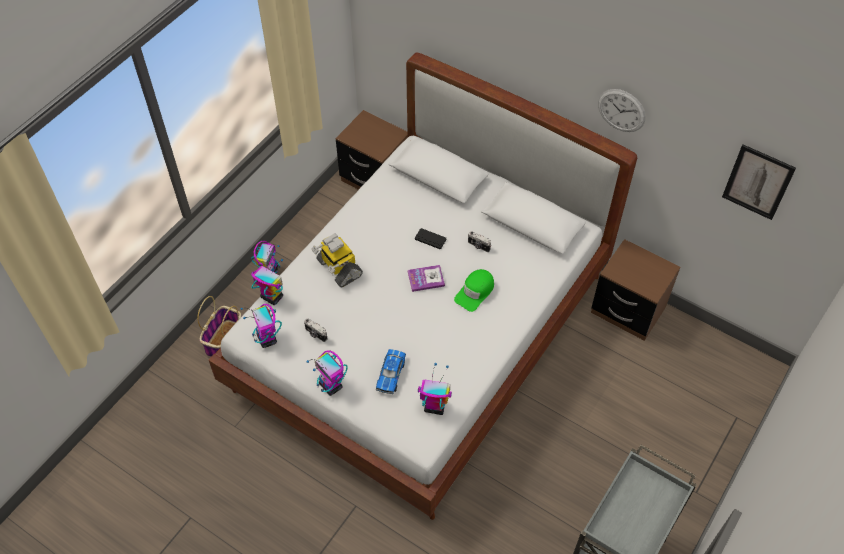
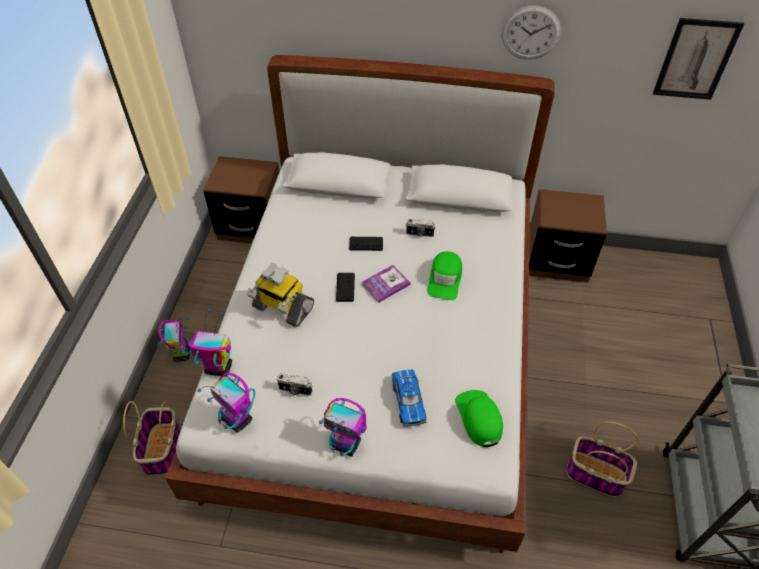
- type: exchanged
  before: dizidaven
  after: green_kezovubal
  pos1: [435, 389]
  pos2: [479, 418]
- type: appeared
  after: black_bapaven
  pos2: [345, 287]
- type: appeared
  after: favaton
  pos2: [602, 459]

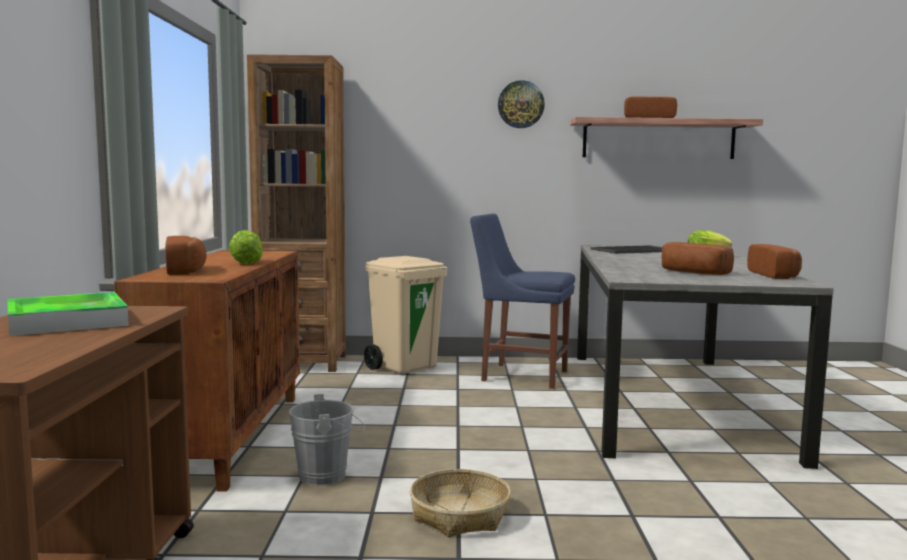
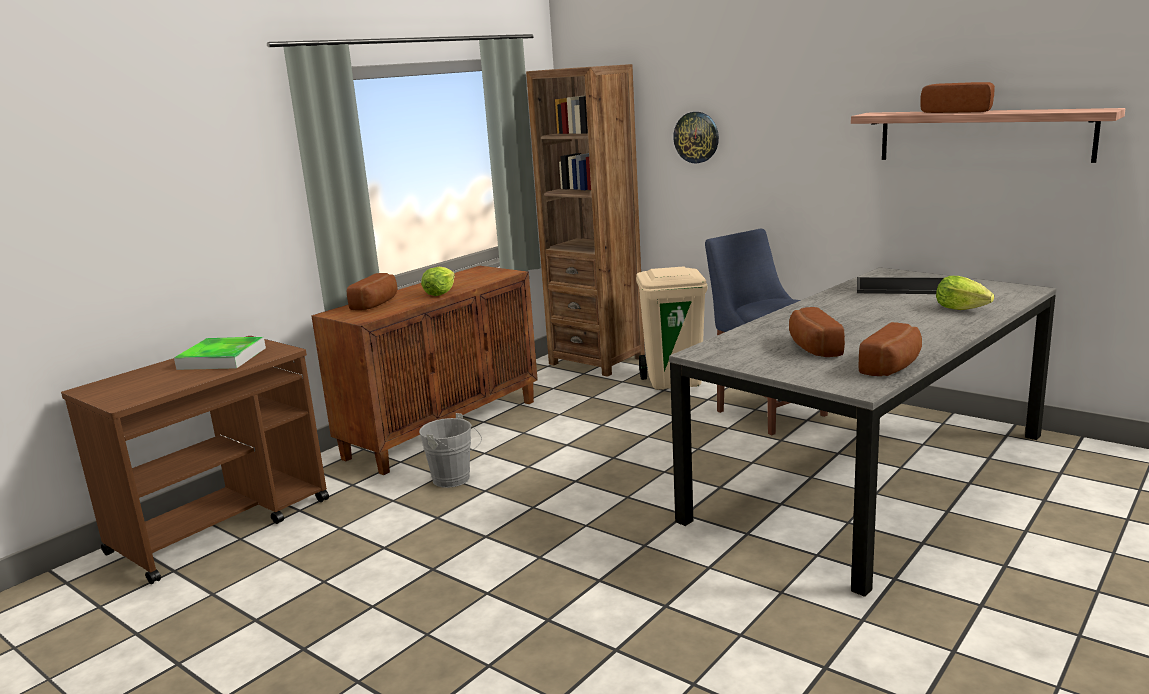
- type: relocated
  before: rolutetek
  pos1: [521, 104]
  pos2: [696, 137]
- type: missing
  before: favaton
  pos1: [460, 503]

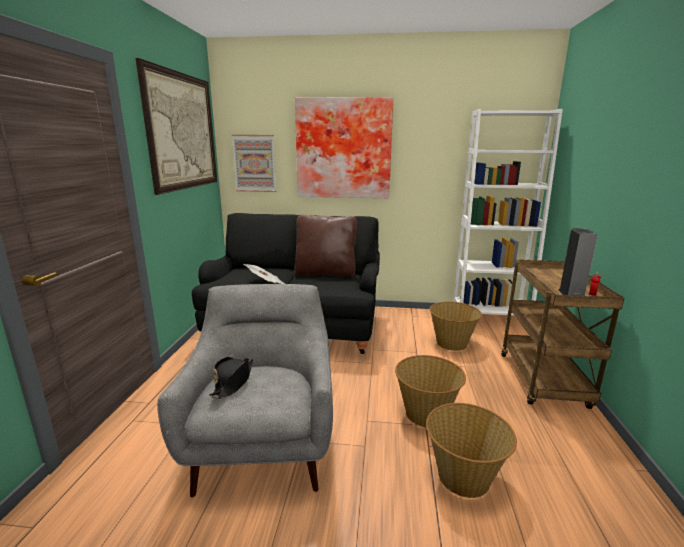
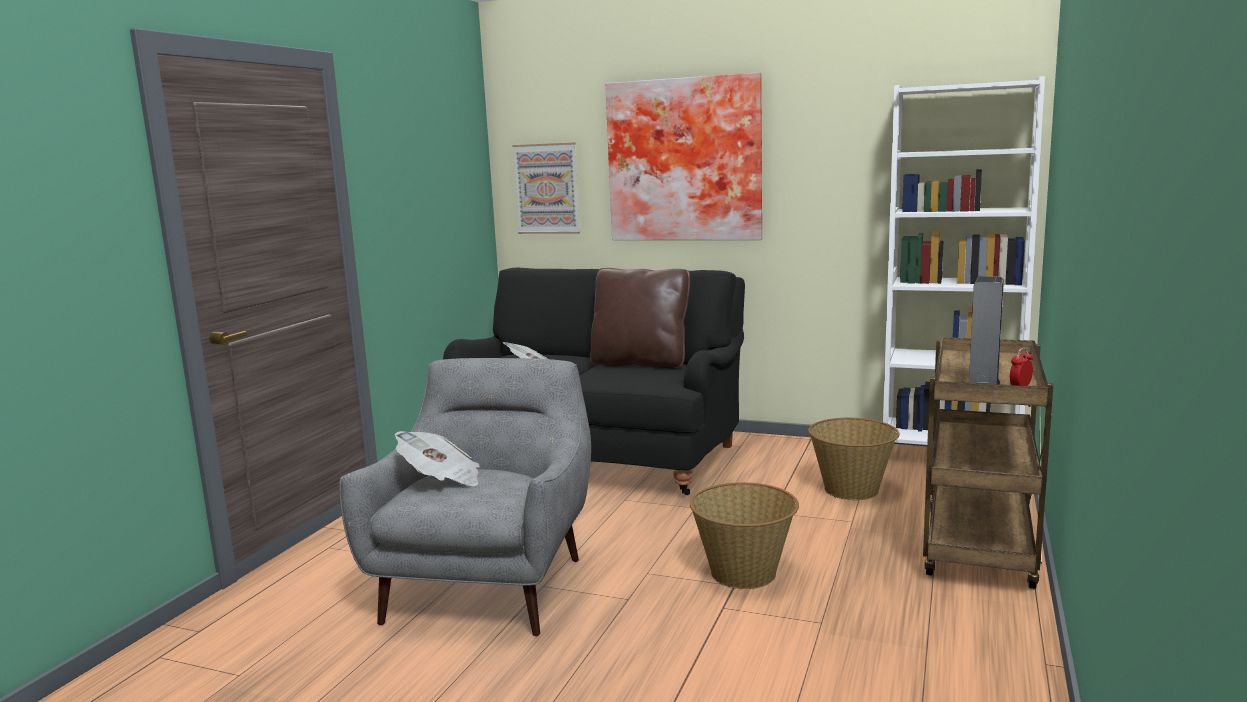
- type: missing
  before: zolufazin
  pos1: [176, 126]
- type: exchanged
  before: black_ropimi
  after: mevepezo
  pos1: [231, 378]
  pos2: [437, 458]
- type: missing
  before: favaton
  pos1: [471, 450]

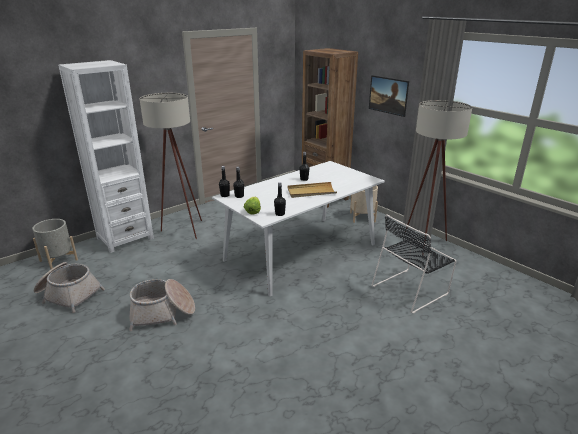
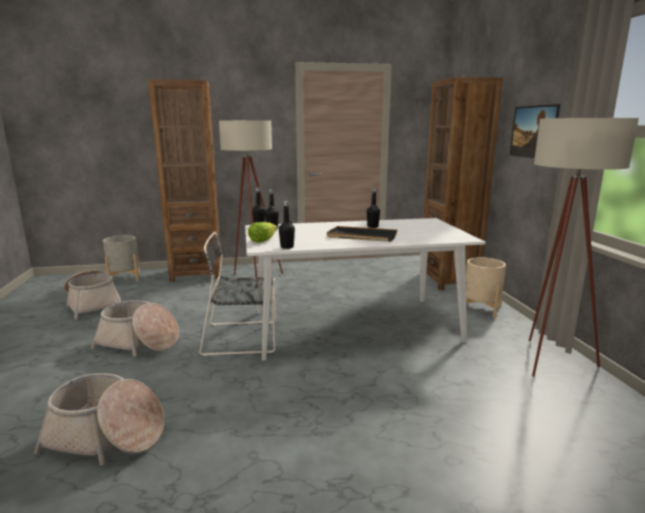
- type: colour
  before: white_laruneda
  after: brown_laruneda
  pos1: [106, 156]
  pos2: [185, 180]
- type: colour
  before: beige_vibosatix
  after: black_vibosatix
  pos1: [312, 190]
  pos2: [362, 234]
- type: relocated
  before: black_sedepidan
  pos1: [413, 264]
  pos2: [237, 294]
- type: appeared
  after: favaton
  pos2: [99, 419]

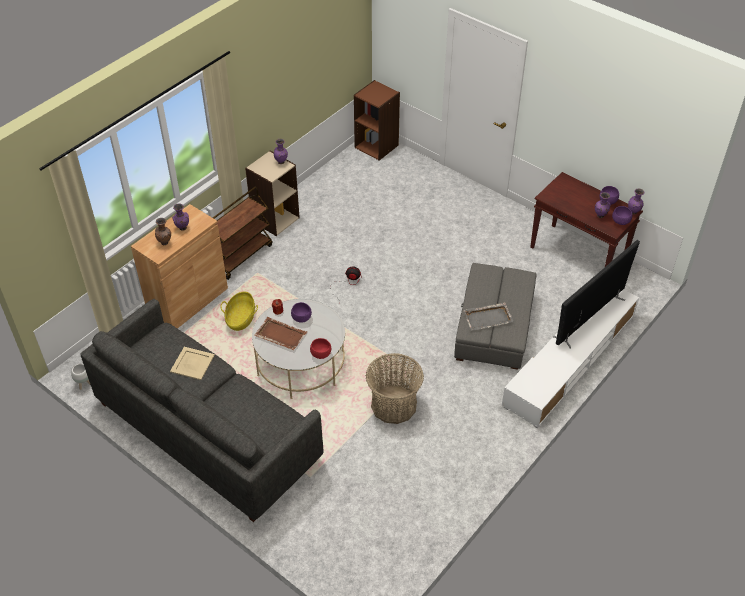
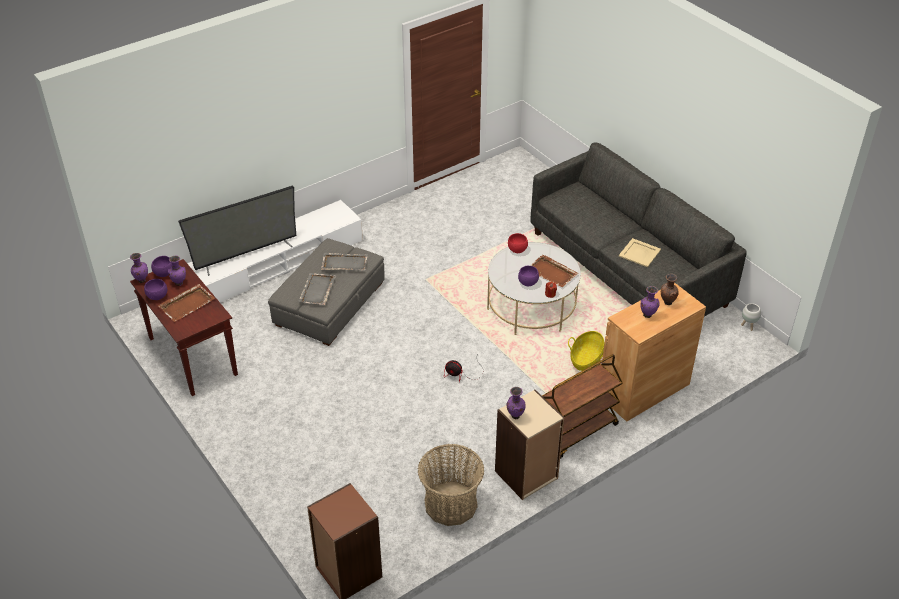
- type: relocated
  before: favaton
  pos1: [395, 388]
  pos2: [451, 485]
- type: appeared
  after: grey_vibosatix
  pos2: [317, 289]
- type: appeared
  after: brown_vibosatix
  pos2: [186, 303]

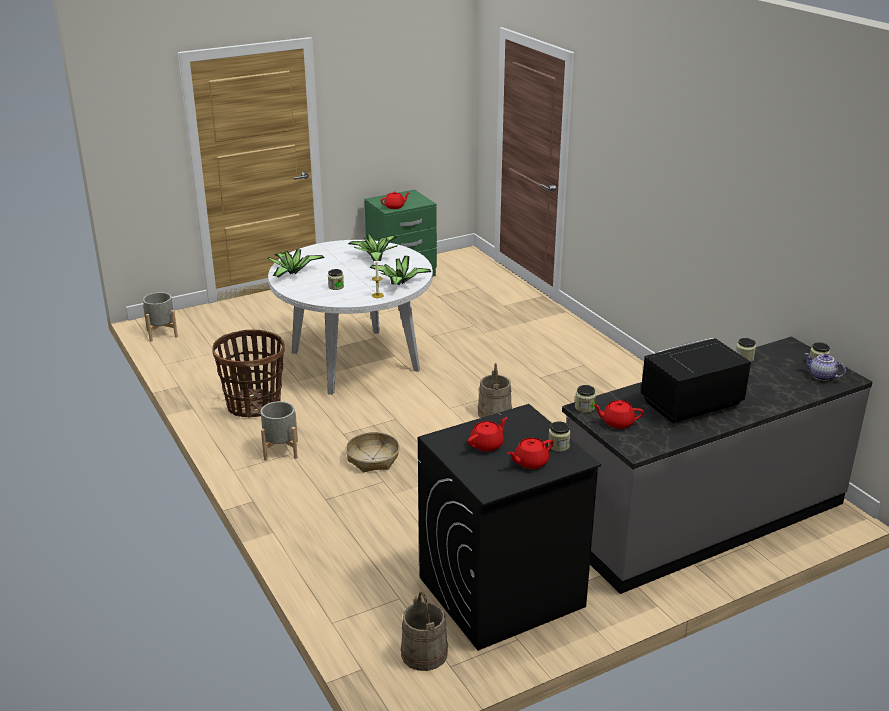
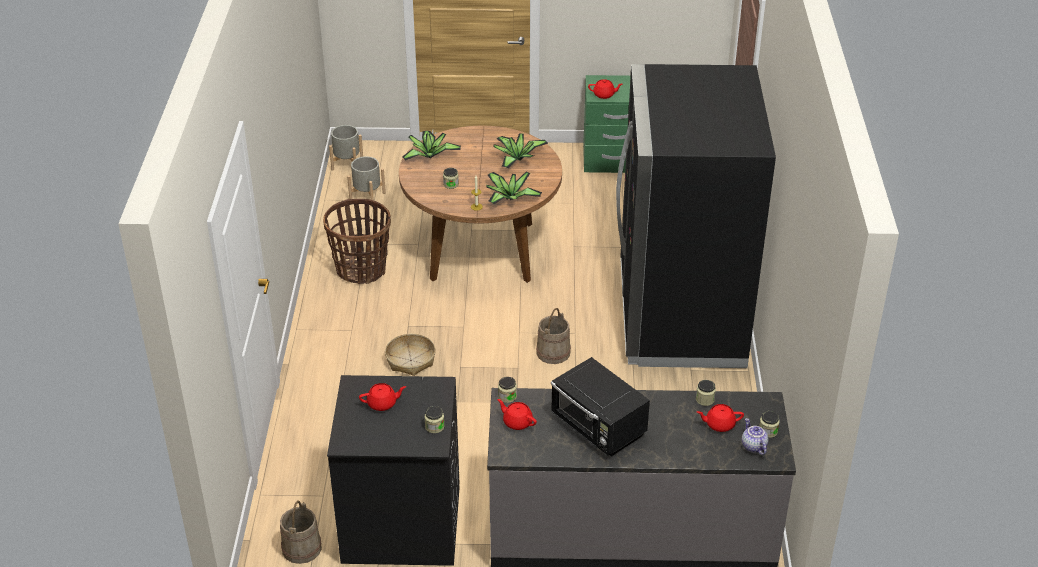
- type: colour
  before: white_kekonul
  after: brown_kekonul
  pos1: [350, 317]
  pos2: [480, 204]
- type: spun
  before: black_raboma
  pos1: [696, 380]
  pos2: [600, 406]
  turn: -135
- type: relocated
  before: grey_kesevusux
  pos1: [279, 431]
  pos2: [366, 181]
- type: relocated
  before: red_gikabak
  pos1: [530, 453]
  pos2: [720, 418]
- type: appeared
  after: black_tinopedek
  pos2: [696, 216]

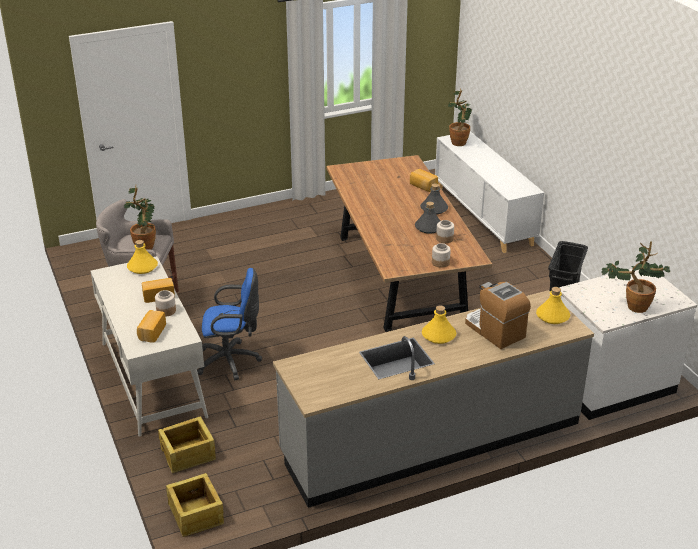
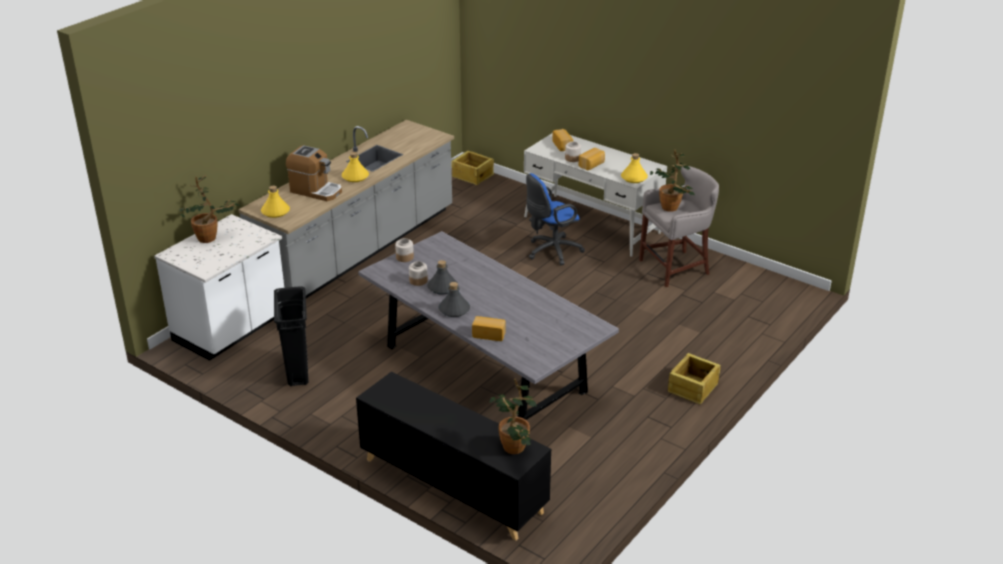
- type: colour
  before: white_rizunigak
  after: black_rizunigak
  pos1: [489, 192]
  pos2: [453, 456]
- type: colour
  before: brown_kekonul
  after: grey_kekonul
  pos1: [409, 243]
  pos2: [488, 325]
- type: relocated
  before: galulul
  pos1: [187, 445]
  pos2: [694, 379]

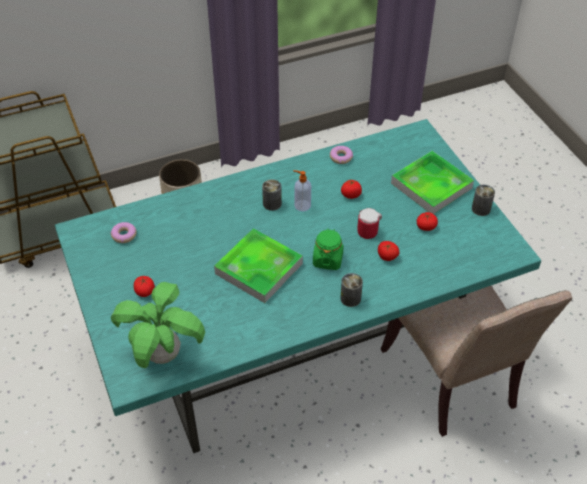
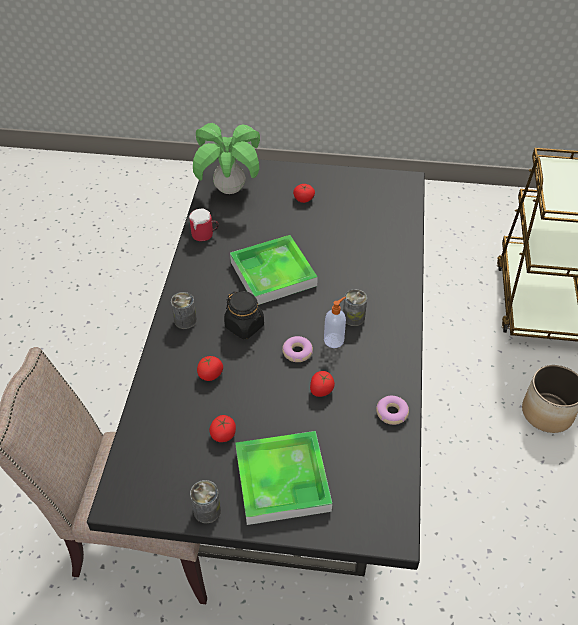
- type: colour
  before: turquoise_kekonul
  after: black_kekonul
  pos1: [298, 286]
  pos2: [256, 367]
- type: relocated
  before: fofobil
  pos1: [369, 223]
  pos2: [204, 224]
- type: relocated
  before: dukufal
  pos1: [124, 232]
  pos2: [297, 349]
- type: colour
  before: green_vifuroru
  after: black_vifuroru
  pos1: [328, 249]
  pos2: [244, 315]

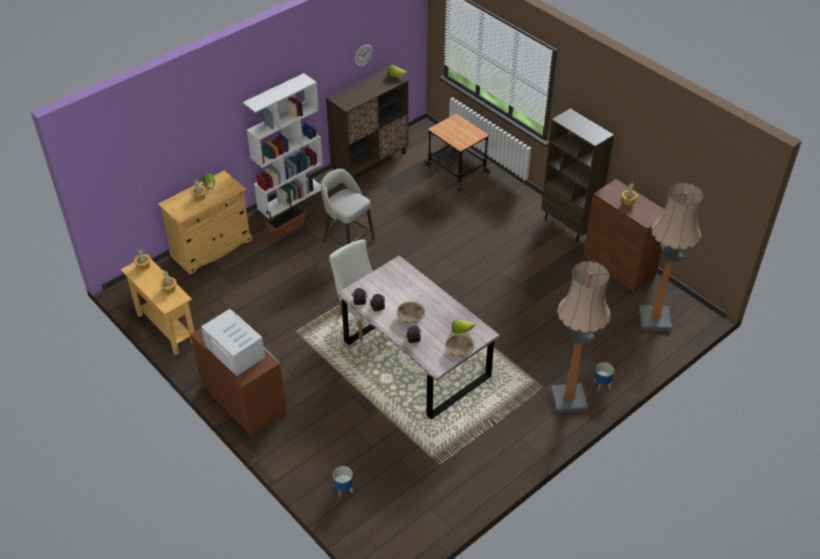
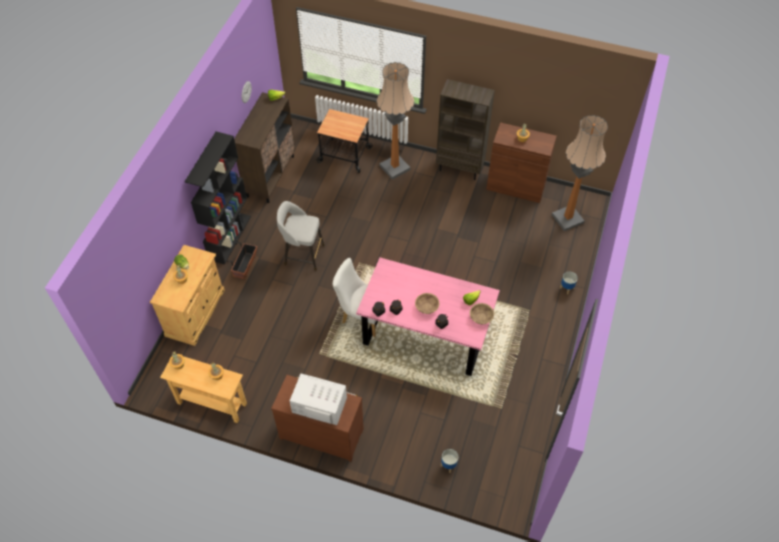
- type: colour
  before: white_laruneda
  after: black_laruneda
  pos1: [283, 146]
  pos2: [218, 198]
- type: colour
  before: grey_kekonul
  after: pink_kekonul
  pos1: [418, 337]
  pos2: [428, 317]
- type: relocated
  before: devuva
  pos1: [581, 337]
  pos2: [395, 121]

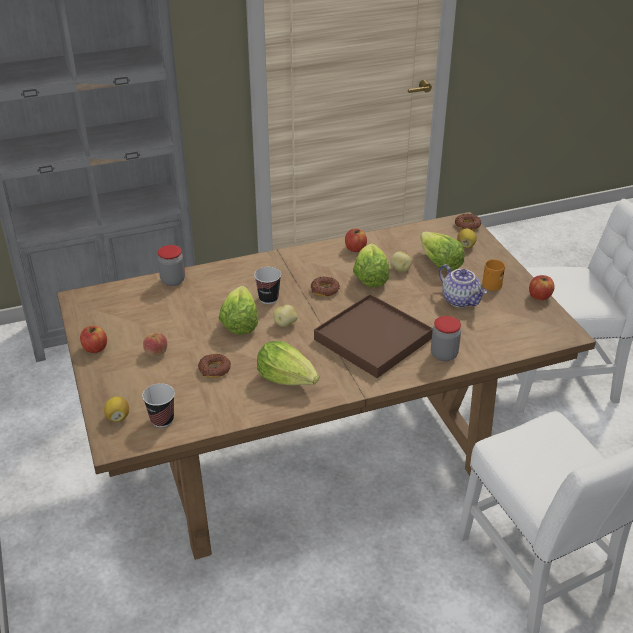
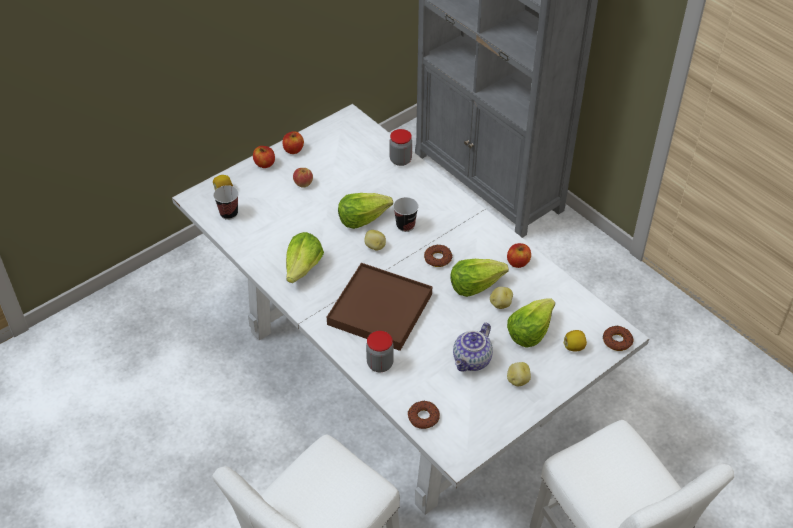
- type: colour
  before: brown_kekonul
  after: white_kekonul
  pos1: [326, 386]
  pos2: [410, 309]
- type: exchanged
  before: orange_fofobil
  after: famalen
  pos1: [493, 275]
  pos2: [519, 374]
- type: relocated
  before: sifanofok
  pos1: [542, 287]
  pos2: [264, 157]
- type: relocated
  before: dukufal
  pos1: [214, 366]
  pos2: [424, 415]

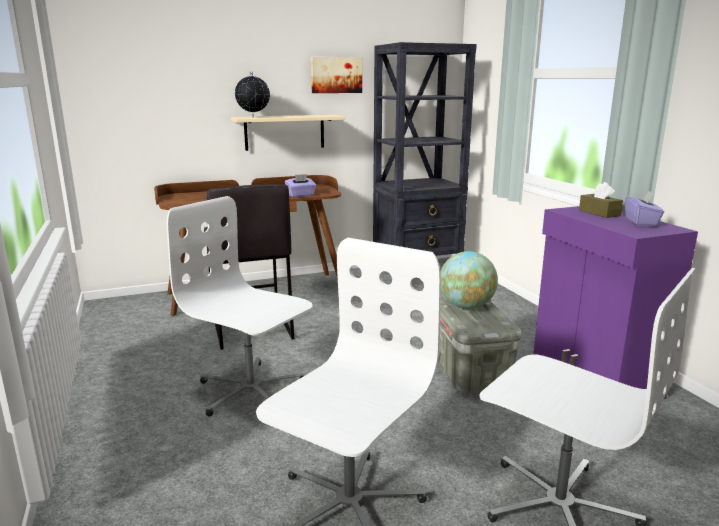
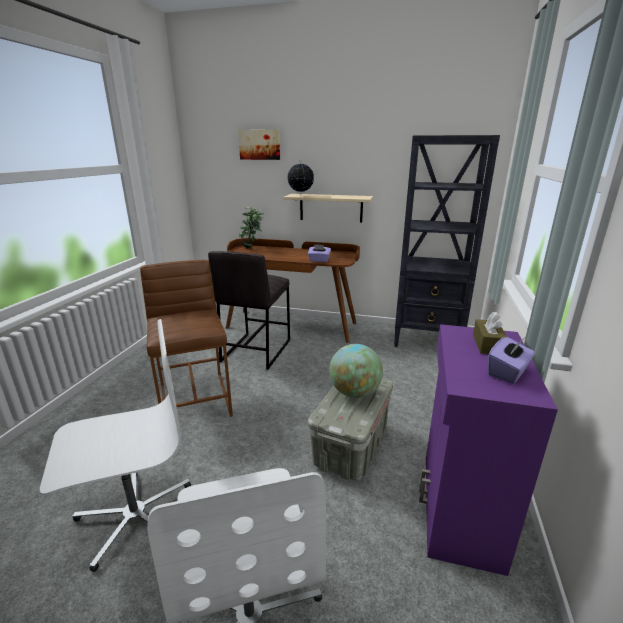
- type: relocated
  before: zolufazin
  pos1: [336, 75]
  pos2: [259, 145]
- type: exchanged
  before: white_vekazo
  after: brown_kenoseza
  pos1: [239, 306]
  pos2: [186, 338]
- type: appeared
  after: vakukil
  pos2: [250, 227]

